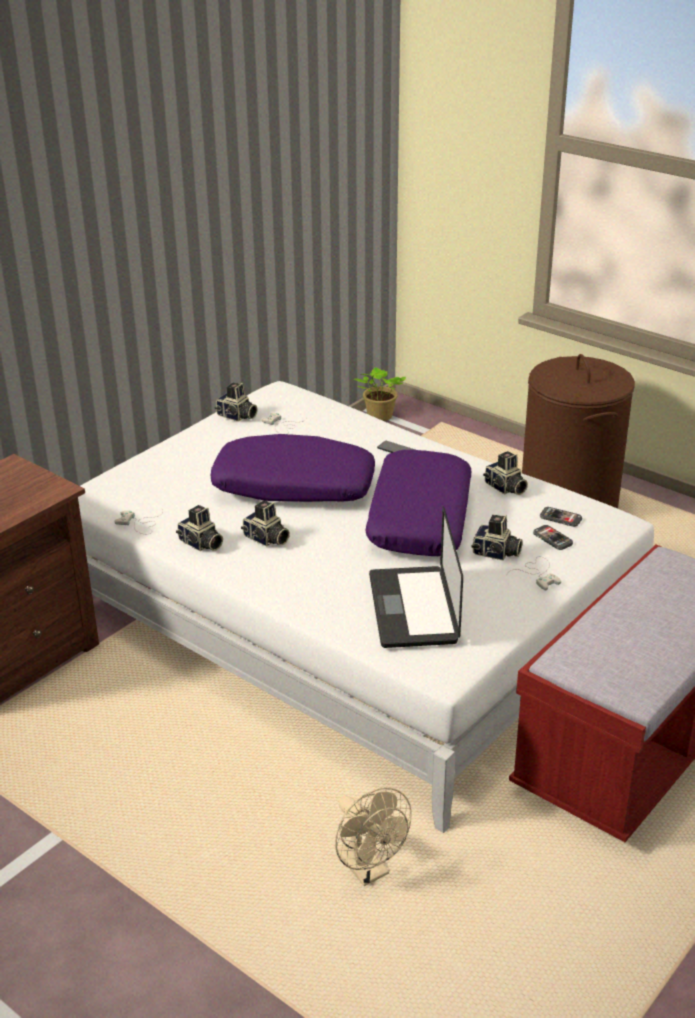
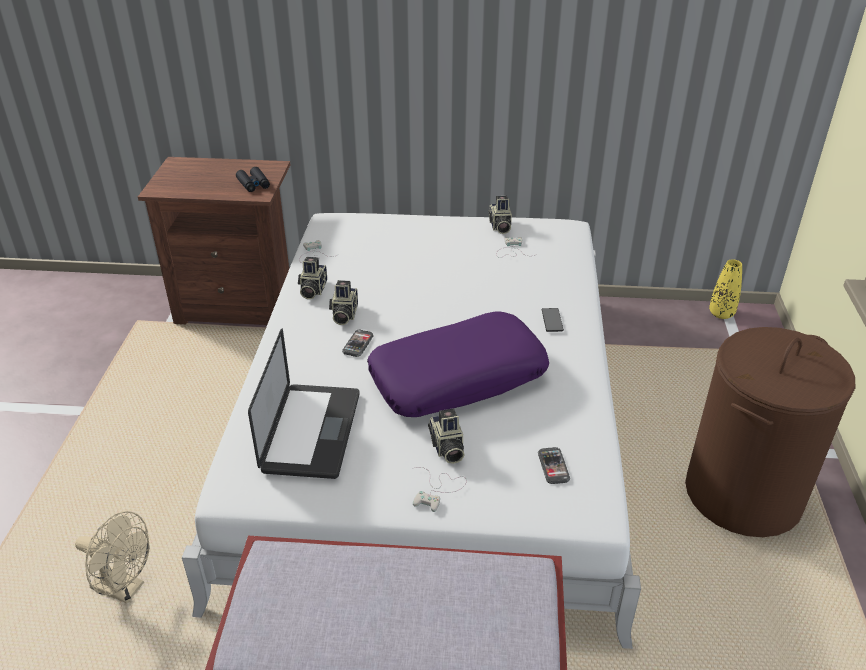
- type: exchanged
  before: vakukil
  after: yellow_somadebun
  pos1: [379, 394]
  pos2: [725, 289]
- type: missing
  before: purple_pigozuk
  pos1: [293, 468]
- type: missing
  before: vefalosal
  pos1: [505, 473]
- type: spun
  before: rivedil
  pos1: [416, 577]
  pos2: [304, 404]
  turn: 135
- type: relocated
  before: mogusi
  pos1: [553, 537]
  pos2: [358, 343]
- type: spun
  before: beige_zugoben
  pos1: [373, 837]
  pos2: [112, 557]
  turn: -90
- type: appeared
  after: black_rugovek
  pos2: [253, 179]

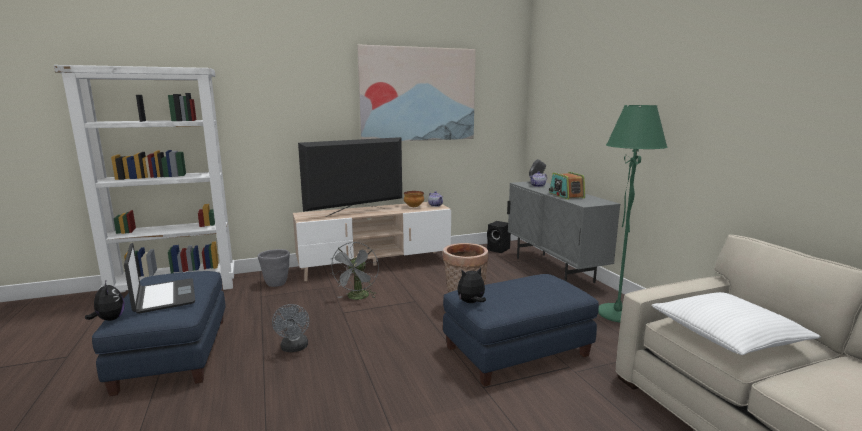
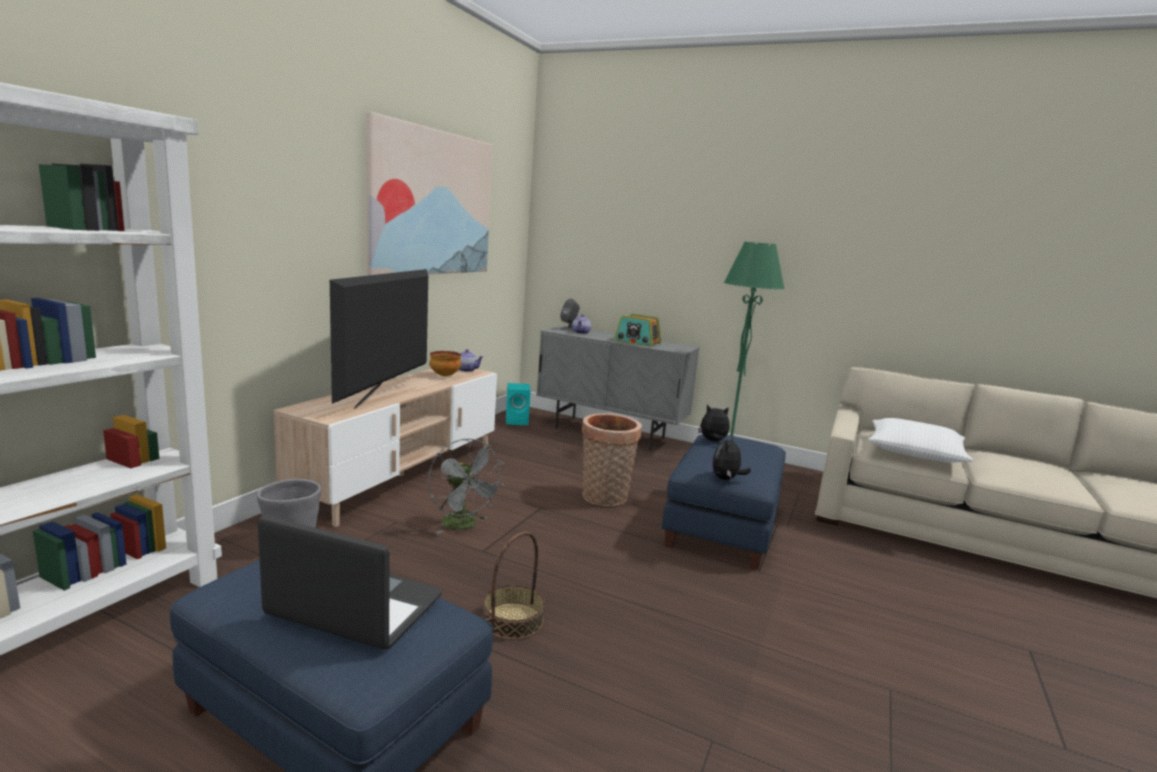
- type: colour
  before: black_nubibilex
  after: turquoise_nubibilex
  pos1: [499, 237]
  pos2: [518, 404]
- type: relocated
  before: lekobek
  pos1: [105, 301]
  pos2: [714, 423]
- type: exchanged
  before: grey_zugoben
  after: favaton
  pos1: [290, 328]
  pos2: [513, 586]

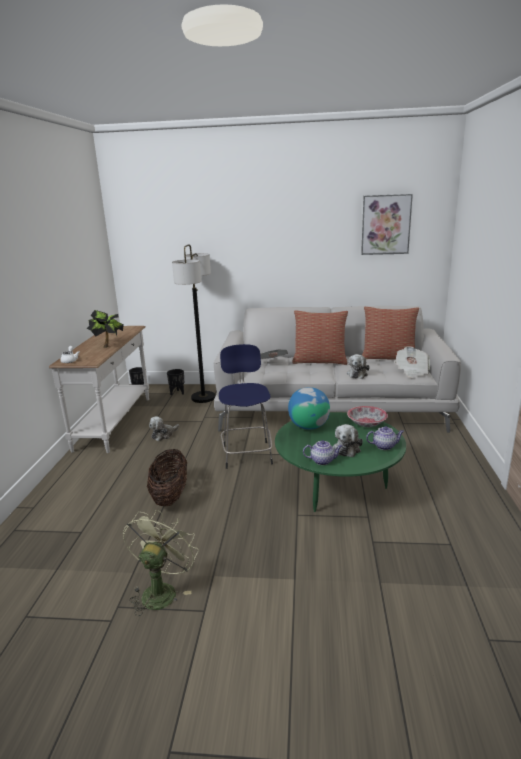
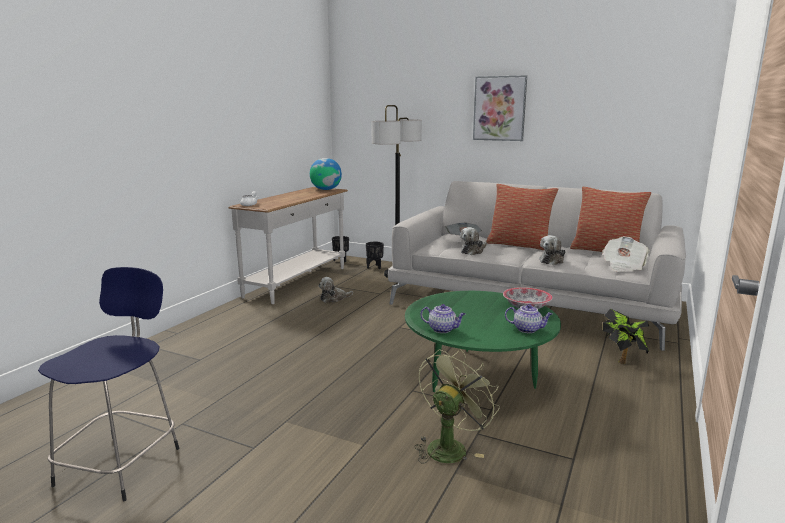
- type: relocated
  before: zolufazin
  pos1: [387, 224]
  pos2: [500, 108]
- type: relocated
  before: vakukil
  pos1: [105, 329]
  pos2: [626, 336]
- type: relocated
  before: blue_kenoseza
  pos1: [246, 406]
  pos2: [109, 384]
- type: relocated
  before: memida
  pos1: [309, 408]
  pos2: [326, 174]
- type: relocated
  before: lekobek
  pos1: [348, 440]
  pos2: [473, 241]
- type: missing
  before: favaton
  pos1: [167, 477]
- type: relocated
  before: green_zugoben
  pos1: [160, 563]
  pos2: [457, 406]

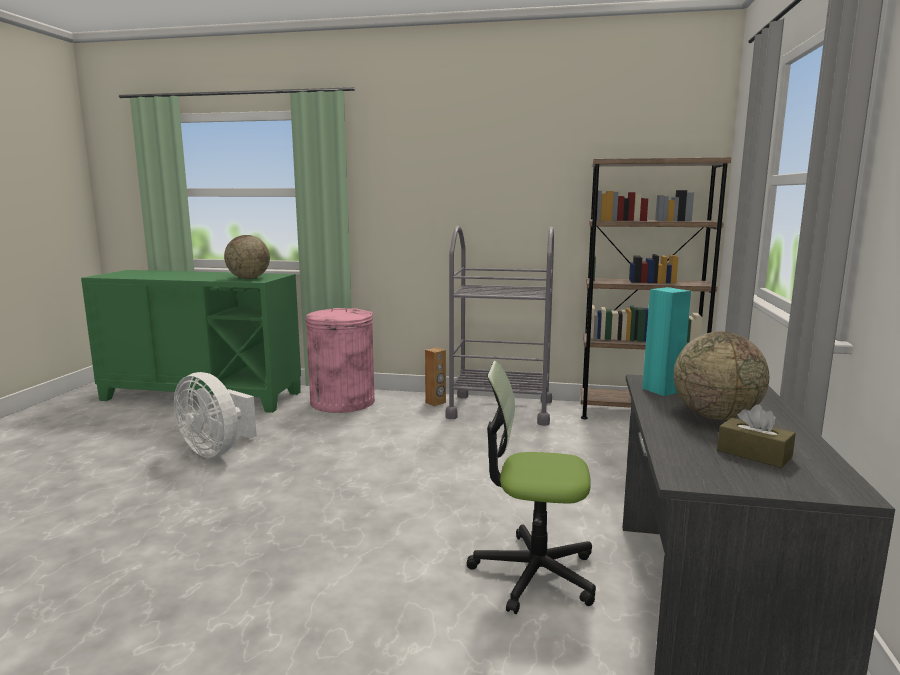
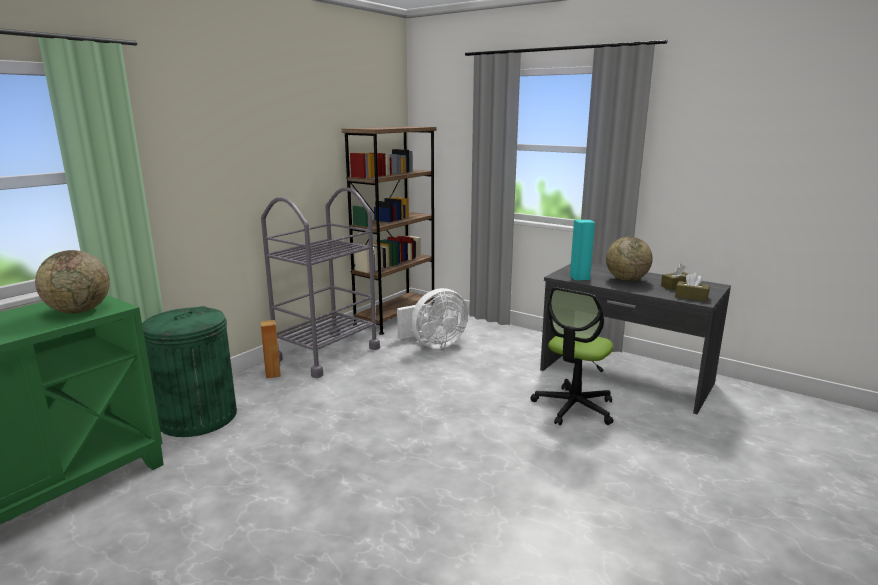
- type: colour
  before: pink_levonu
  after: green_levonu
  pos1: [340, 360]
  pos2: [189, 371]
- type: relocated
  before: white_zugoben
  pos1: [215, 415]
  pos2: [432, 318]
- type: appeared
  after: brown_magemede
  pos2: [692, 287]

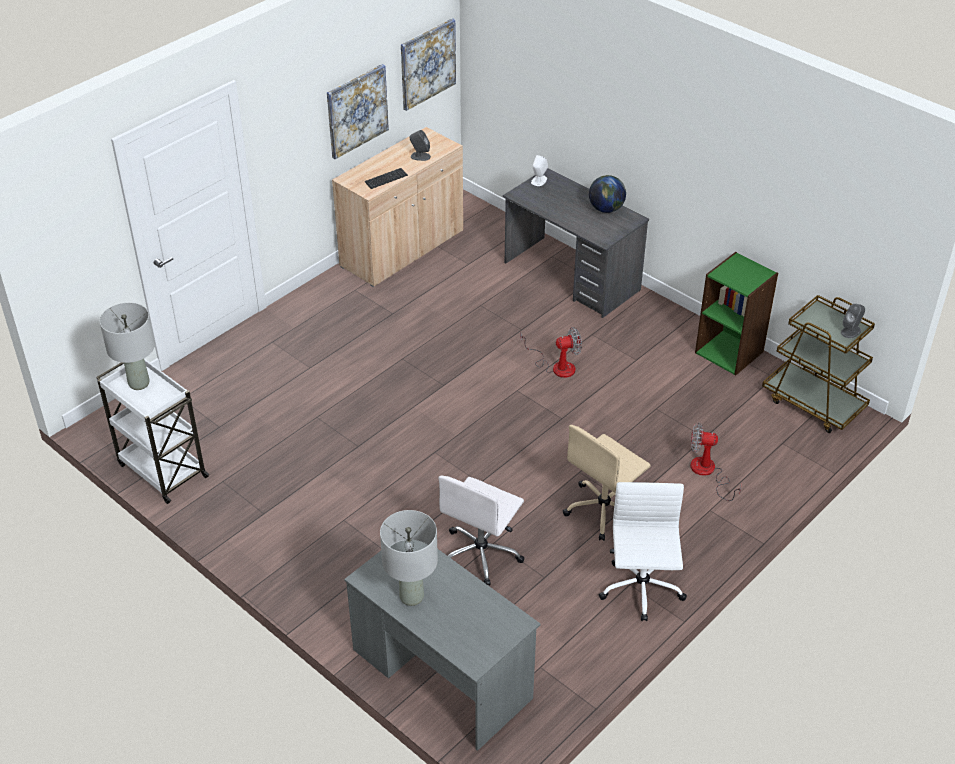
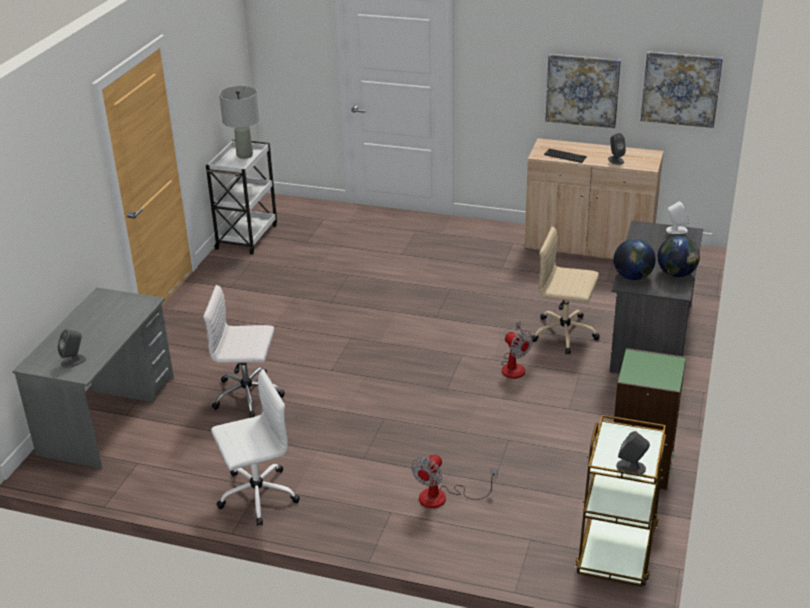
- type: spun
  before: zugoben
  pos1: [715, 462]
  pos2: [454, 481]
  turn: -135
- type: relocated
  before: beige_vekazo
  pos1: [606, 483]
  pos2: [566, 290]
- type: missing
  before: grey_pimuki
  pos1: [409, 558]
- type: appeared
  after: memida
  pos2: [635, 259]
- type: appeared
  after: grey_nubibilex
  pos2: [71, 348]

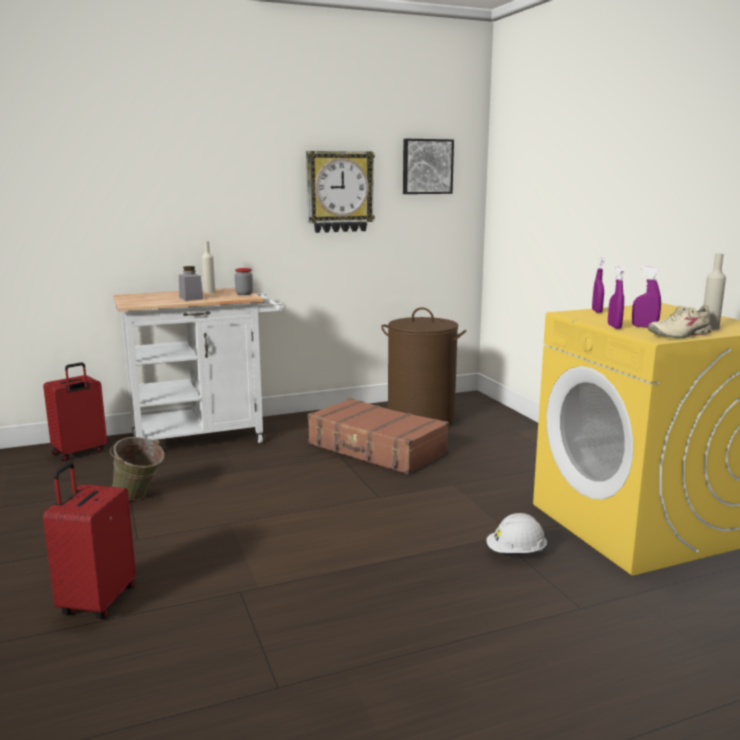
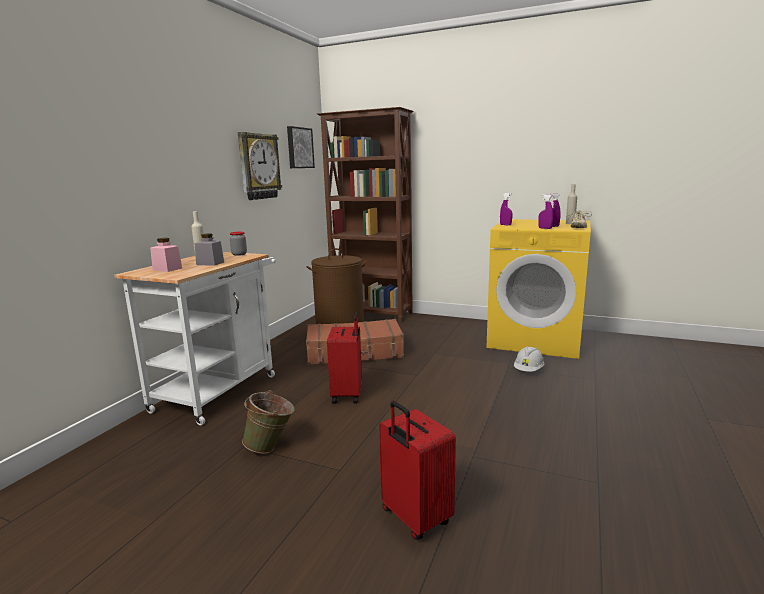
- type: relocated
  before: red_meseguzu
  pos1: [75, 411]
  pos2: [344, 358]
- type: appeared
  after: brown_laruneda
  pos2: [365, 214]
- type: appeared
  after: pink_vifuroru
  pos2: [166, 255]

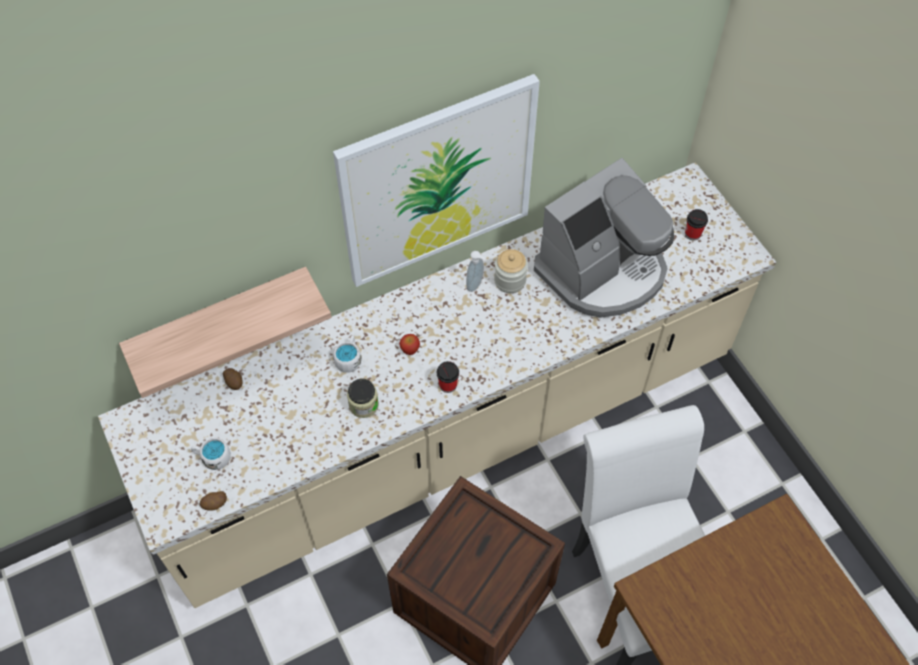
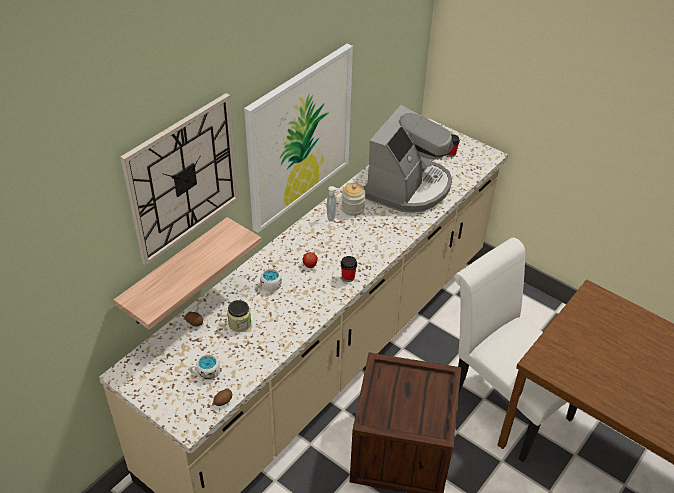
- type: relocated
  before: vifuroru
  pos1: [363, 398]
  pos2: [239, 316]
- type: appeared
  after: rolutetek
  pos2: [179, 179]

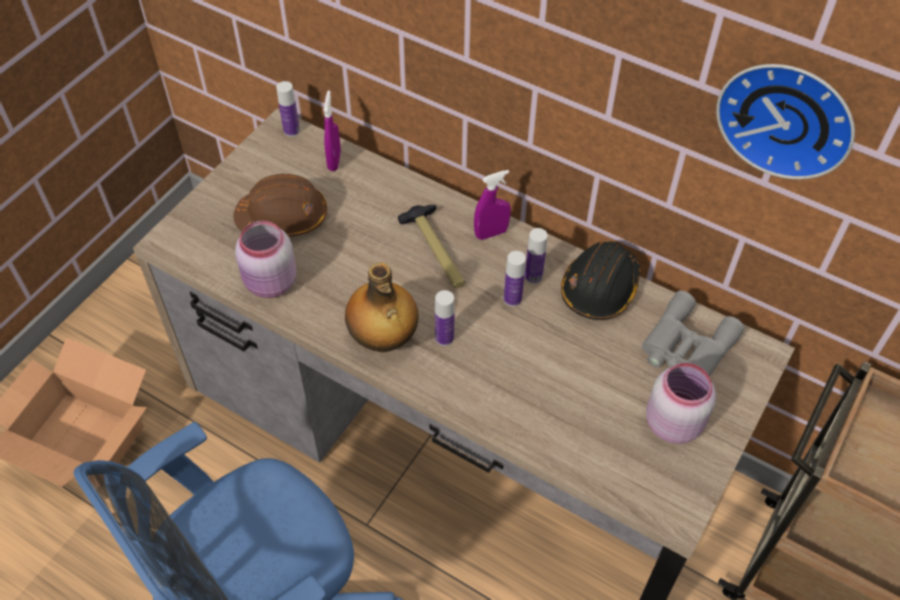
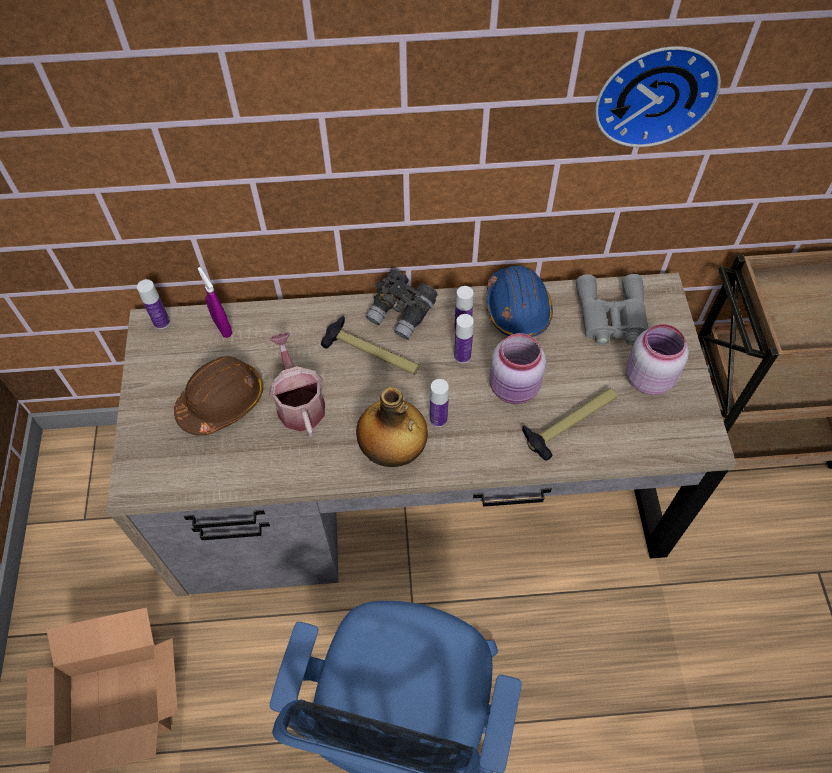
- type: exchanged
  before: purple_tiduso
  after: grey_rugovek
  pos1: [492, 205]
  pos2: [401, 305]
- type: relocated
  before: pink_vifuroru
  pos1: [266, 259]
  pos2: [517, 368]
- type: colour
  before: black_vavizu
  after: blue_vavizu
  pos1: [601, 281]
  pos2: [519, 301]
- type: appeared
  after: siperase
  pos2: [296, 385]
- type: appeared
  after: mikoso
  pos2: [570, 424]

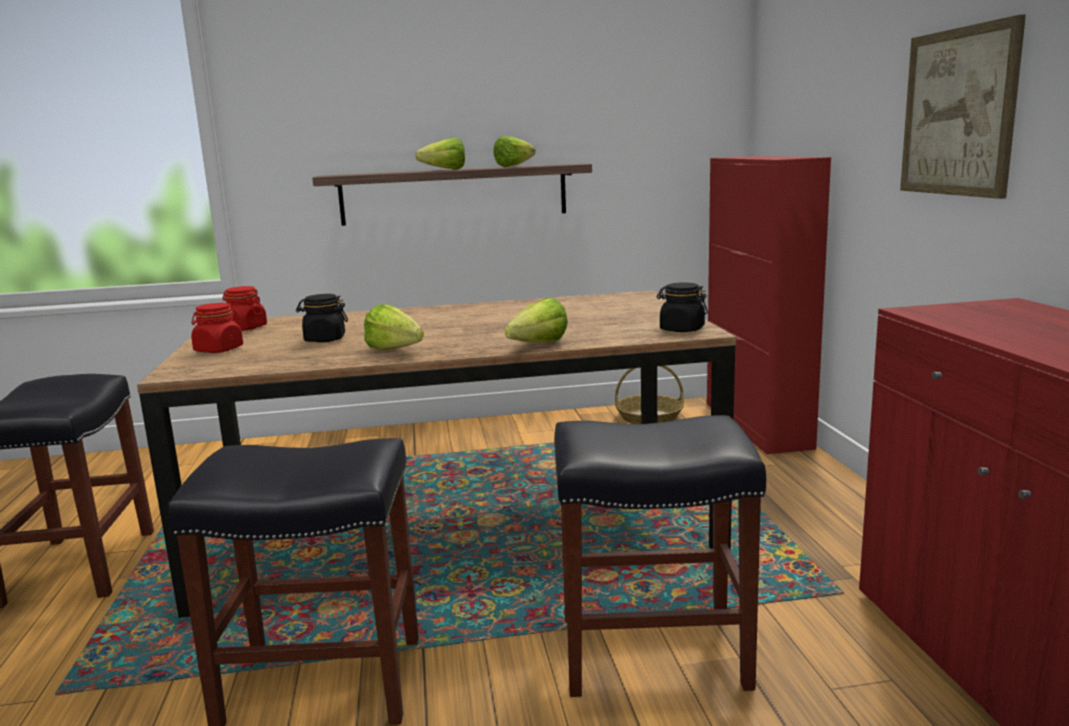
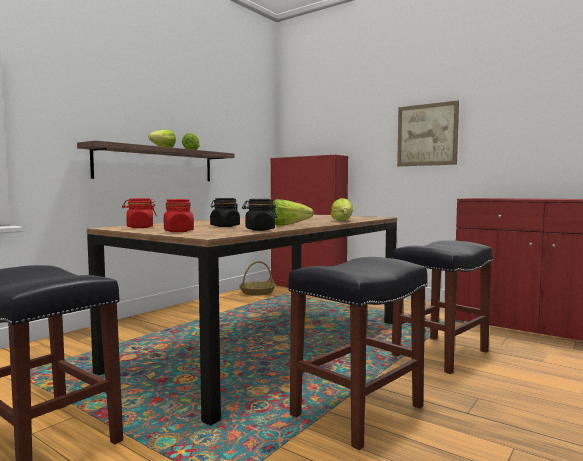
- type: relocated
  before: black_vifuroru
  pos1: [682, 307]
  pos2: [259, 215]

